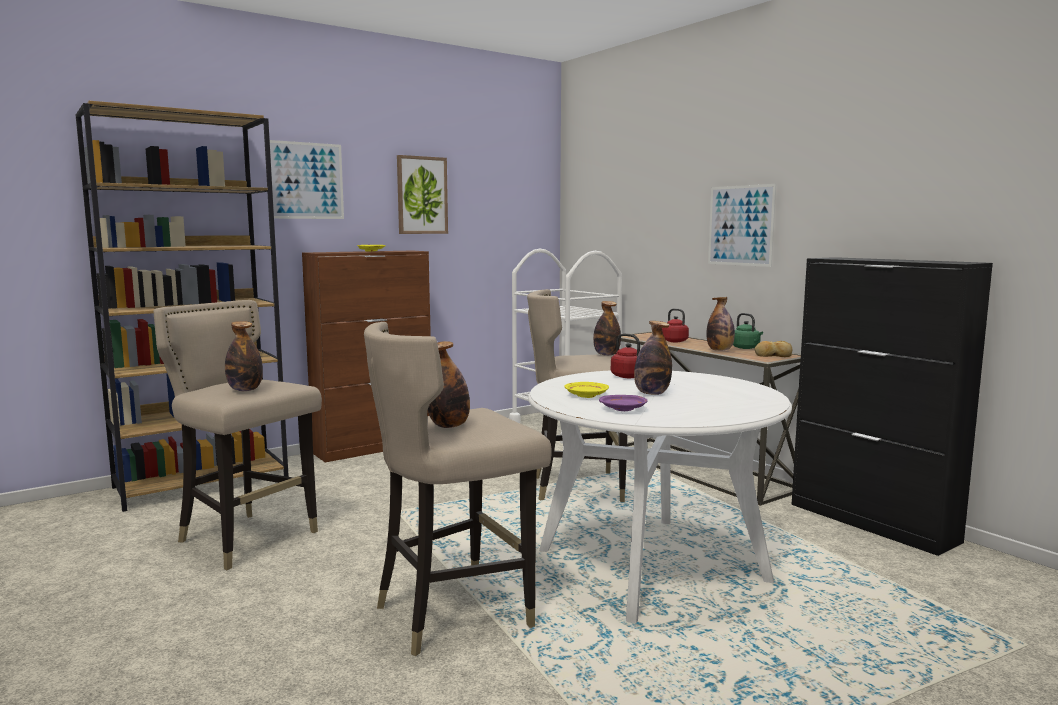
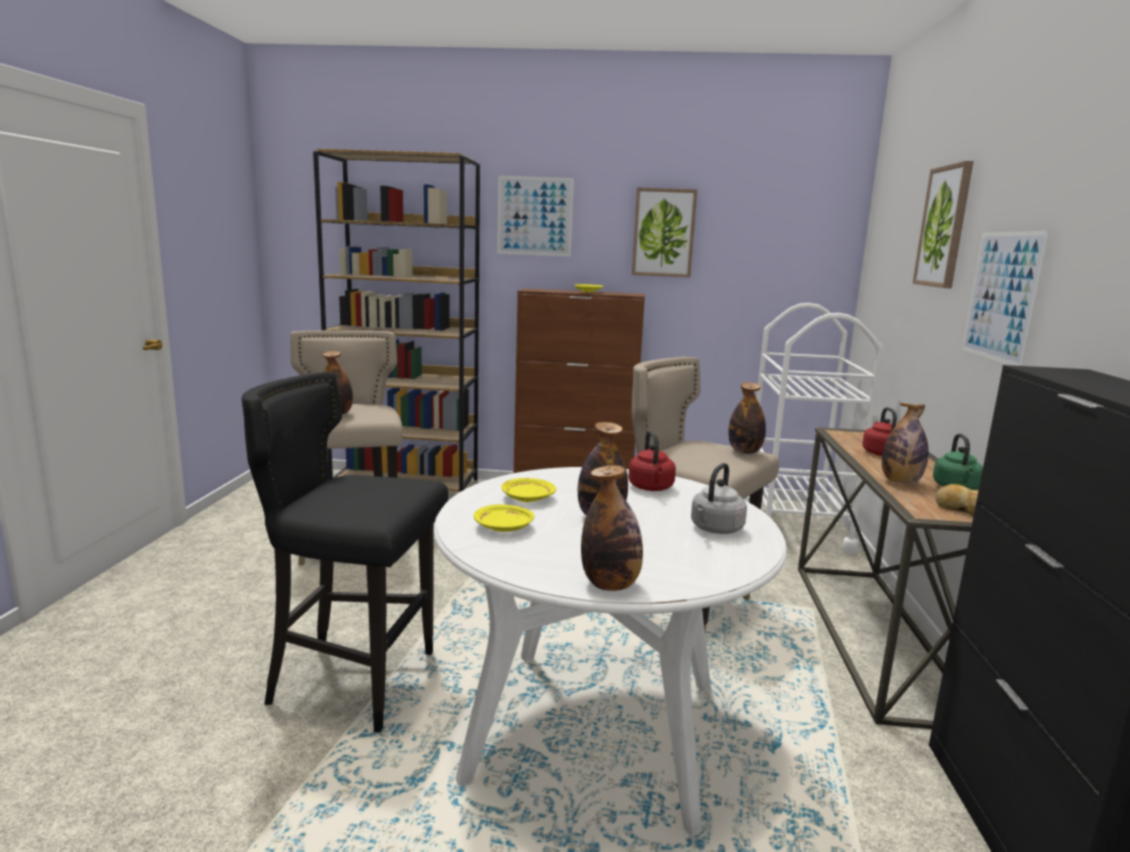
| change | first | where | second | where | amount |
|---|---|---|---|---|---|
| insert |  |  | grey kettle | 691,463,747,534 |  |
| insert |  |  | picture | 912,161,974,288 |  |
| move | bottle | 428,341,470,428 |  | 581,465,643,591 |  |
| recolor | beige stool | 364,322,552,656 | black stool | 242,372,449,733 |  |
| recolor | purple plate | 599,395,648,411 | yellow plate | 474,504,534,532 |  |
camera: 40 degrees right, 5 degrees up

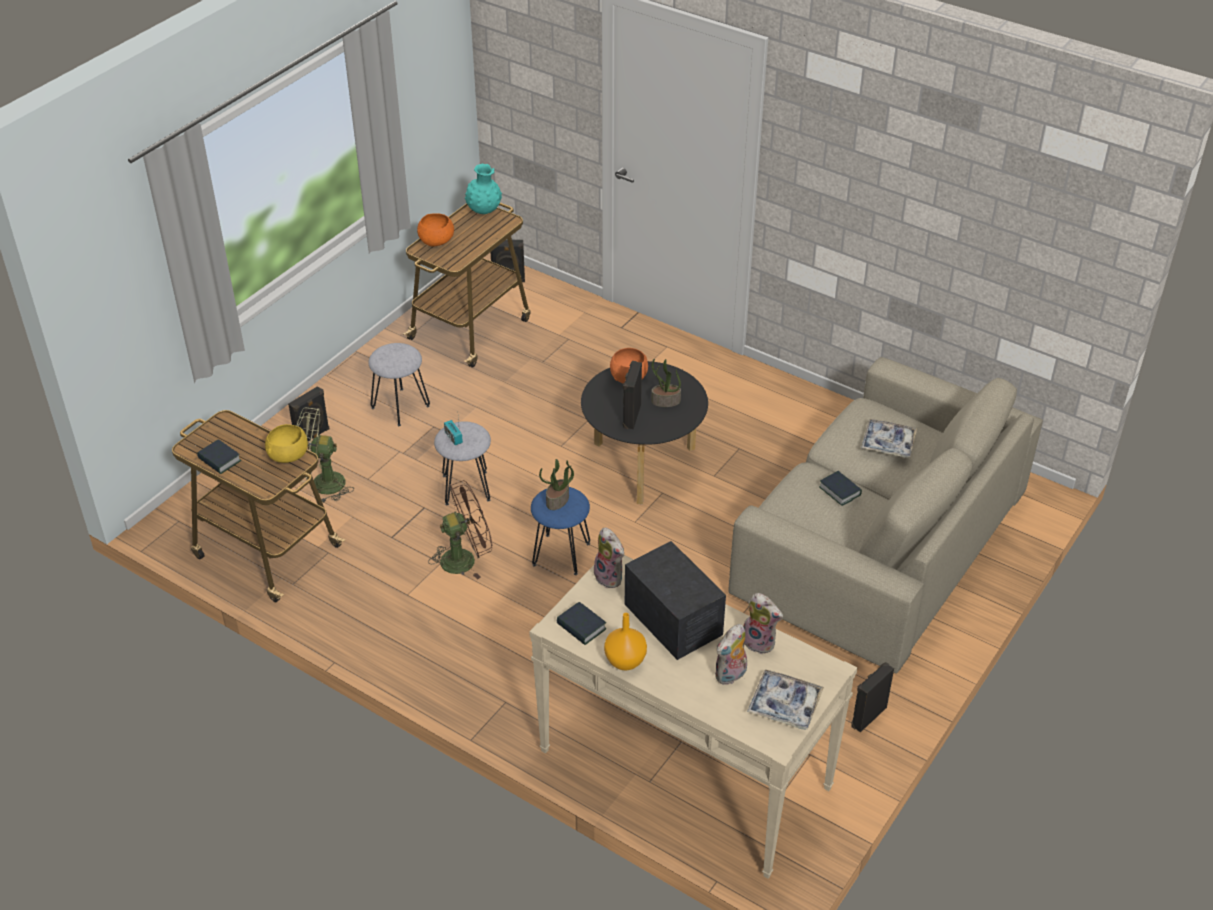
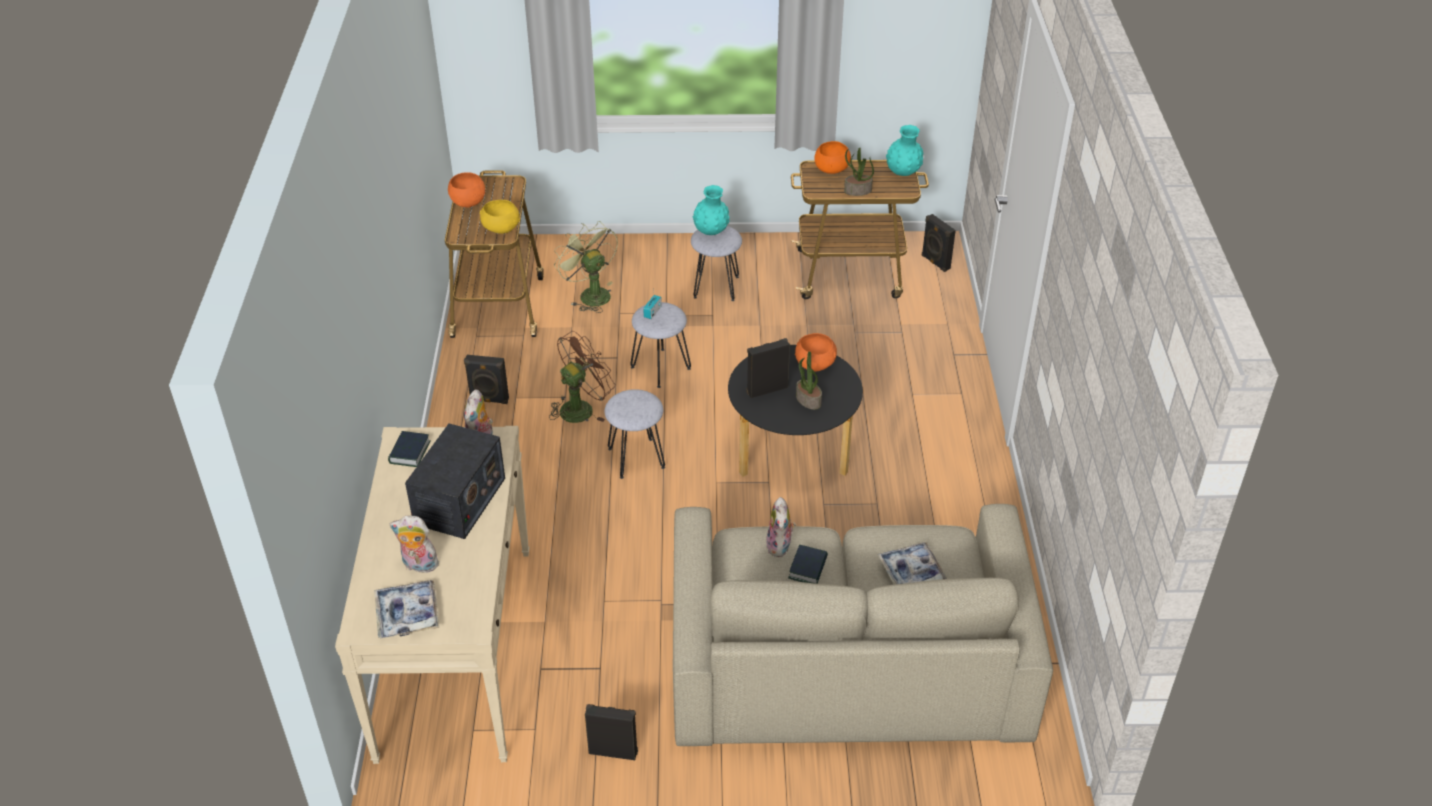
| change | first | where | second | where | amount |
|---|---|---|---|---|---|
| delete | orange vase | 604,613,647,670 |  |  |  |
| insert |  |  | turquoise vase | 693,185,729,235 |  |
| move | black speaker | 288,386,329,441 |  | 464,355,509,404 |  |
| move | potted plant | 539,459,574,510 |  | 844,148,874,196 |  |
| move | plush toy | 743,593,783,654 |  | 766,497,796,557 |  |
| replace | book | 197,439,241,474 | orange bowl | 448,172,485,207 |  |
| recolor | blue stool | 531,487,590,575 | grey stool | 604,389,665,479 |  |
| rotate | brown fan | 428,480,492,579 |  | 549,331,615,423 | 75 degrees counterclockwise |
camera: 55 degrees right, 0 degrees up

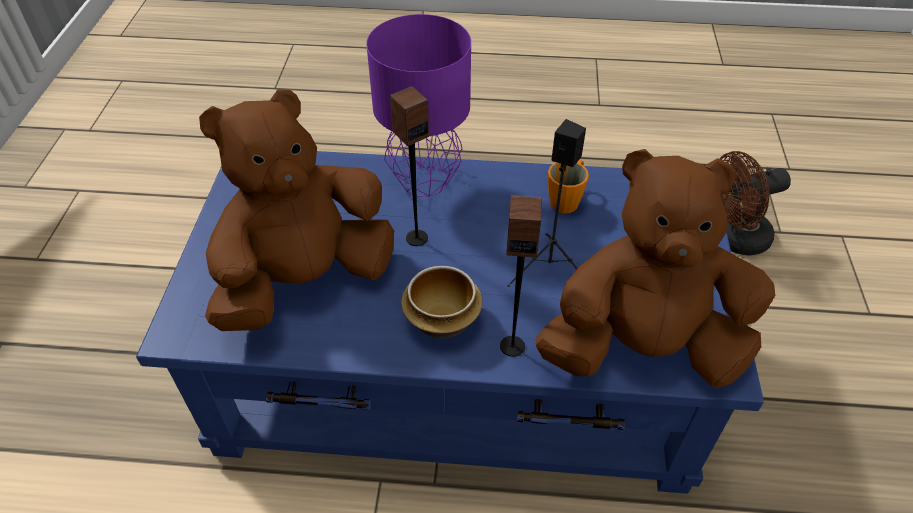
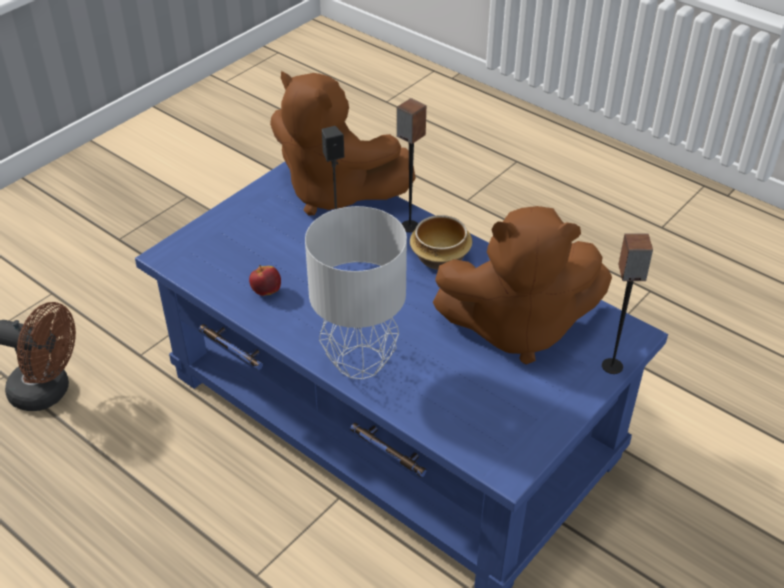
| change | first | where | second | where | amount |
|---|---|---|---|---|---|
| move | speaker | 390,86,429,246 |  | 602,234,653,374 |  |
| replace | orange mug | 548,160,589,213 | apple | 249,265,281,296 |  |
| recolor | purple table lamp | 366,14,471,197 | grey table lamp | 305,206,407,379 |  |
camera: 145 degrees left, 5 degrees down

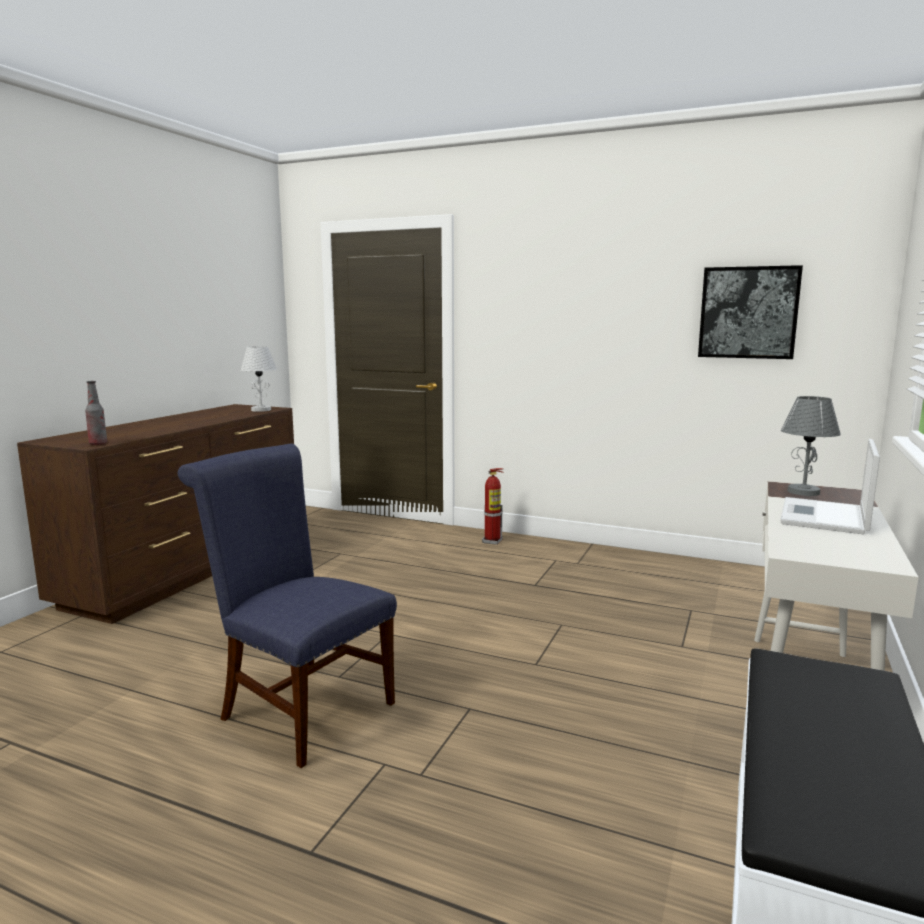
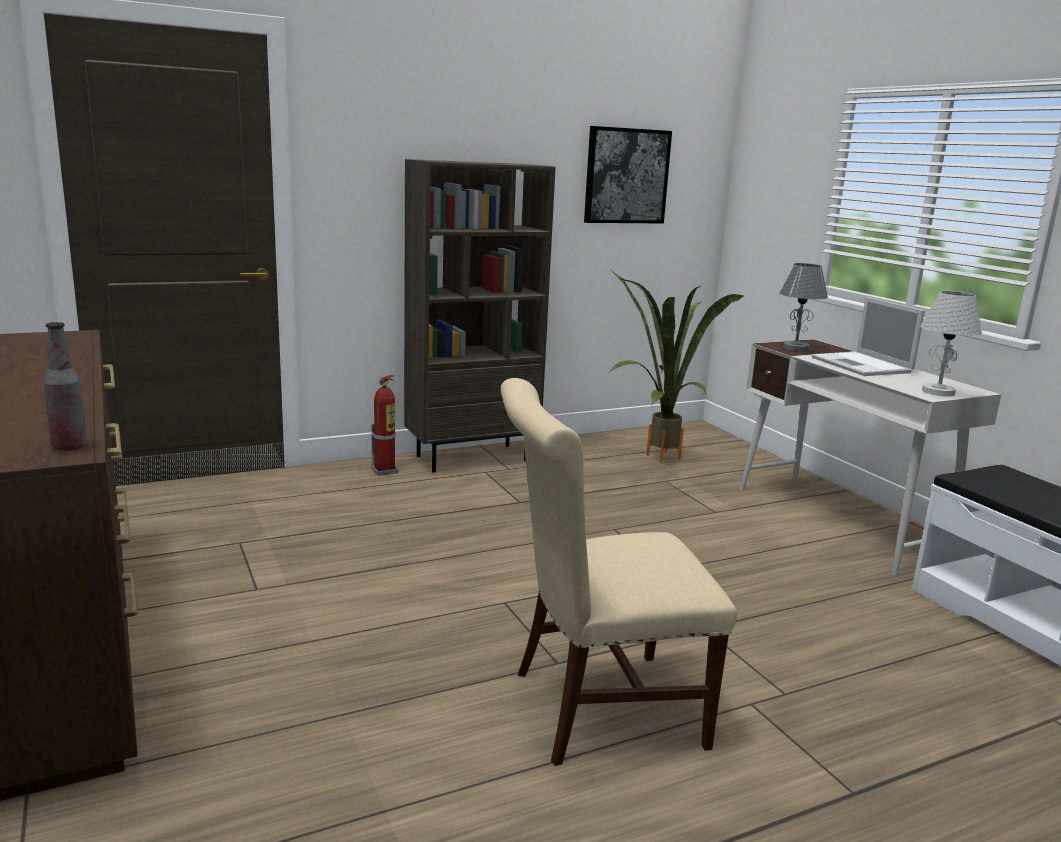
| change | first | where | second | where | amount |
|---|---|---|---|---|---|
| insert |  |  | brown bookcase | 404,159,556,473 |  |
| insert |  |  | potted plant | 609,270,745,463 |  |
| move | white table lamp | 241,346,277,412 |  | 920,291,982,396 |  |
| recolor | blue chair | 178,444,397,768 | beige chair | 500,378,737,766 |  |
camera: 50 degrees left, 5 degrees up

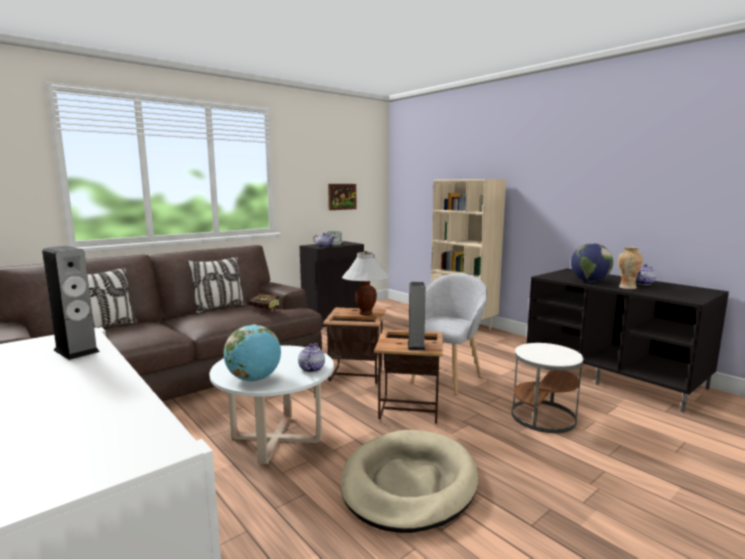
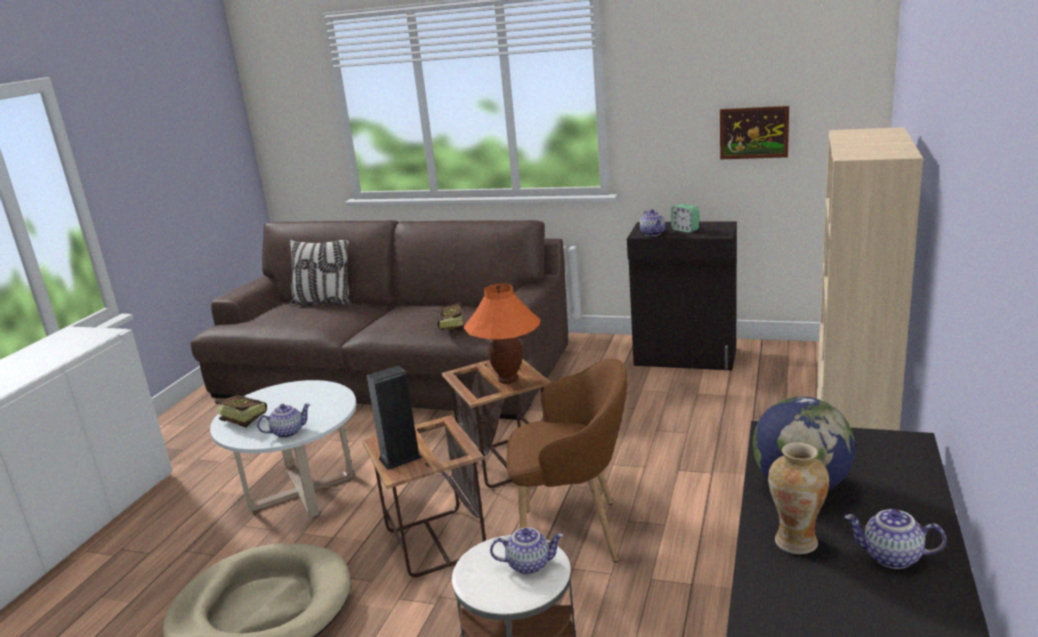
| change | first | where | second | where | amount |
|---|---|---|---|---|---|
| delete | speaker | 42,246,100,360 |  |  |  |
| delete | pillow | 187,257,247,314 |  |  |  |
| insert |  |  | teapot | 490,527,564,575 |  |
| replace | globe | 224,324,281,382 | book | 215,395,267,427 |  |
| recolor | white table lamp | 342,251,390,315 | orange table lamp | 464,284,541,384 |  |
| recolor | grey armchair | 411,273,487,395 | brown armchair | 507,358,627,562 |  |
camera: 60 degrees right, 10 degrees up

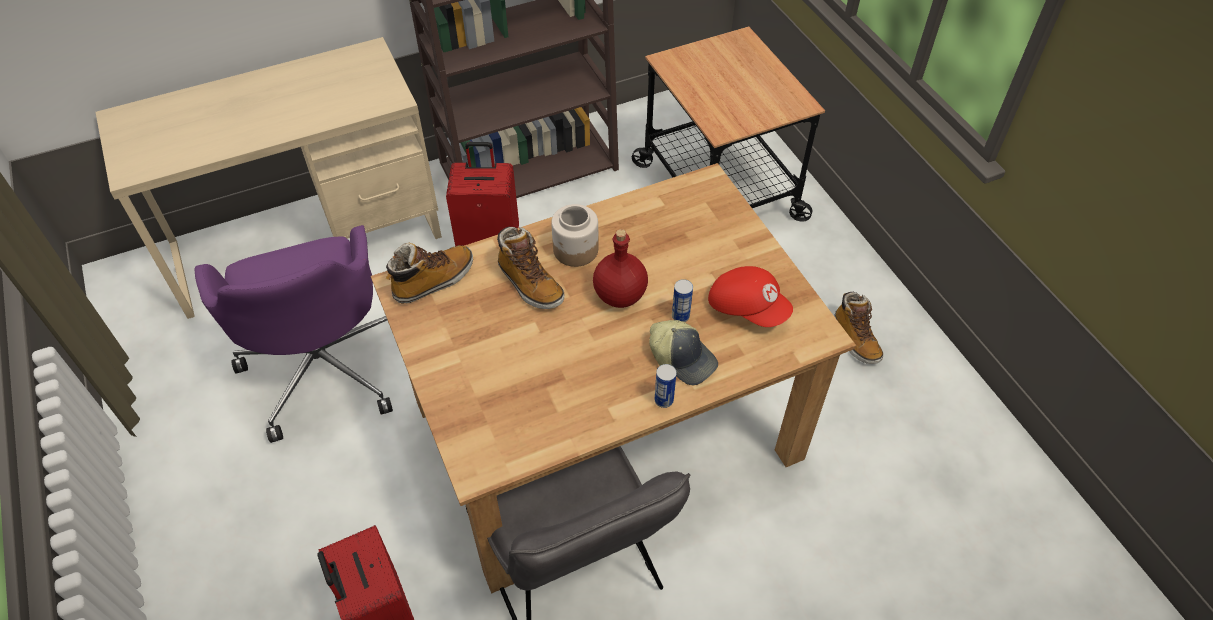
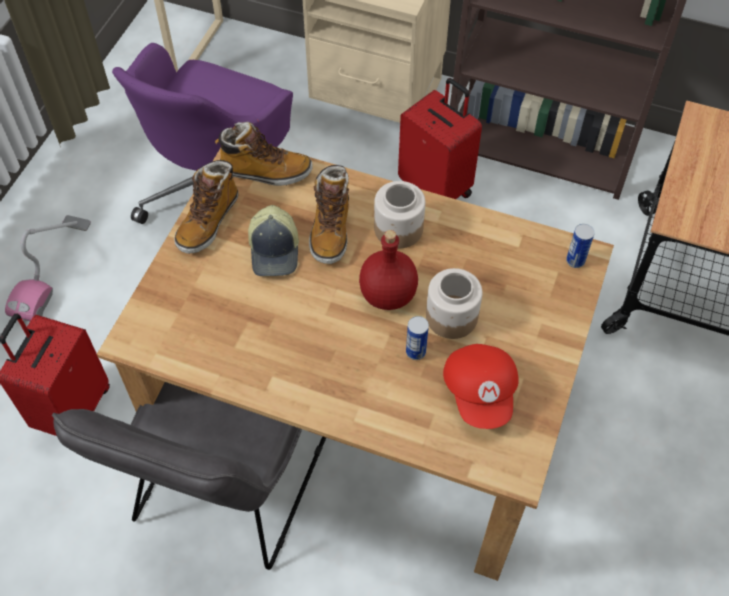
| change | first | where | second | where | amount |
|---|---|---|---|---|---|
| insert |  |  | vacuum cleaner | 5,215,91,321 |  |
| insert |  |  | jar | 426,268,482,339 |  |
| move | cap | 649,320,718,385 |  | 248,205,299,276 |  |
| move | can | 654,364,677,408 |  | 566,224,595,268 |  |
| move | boot | 835,292,883,364 |  | 174,160,239,254 |  |
camera: 45 degrees right, 5 degrees up

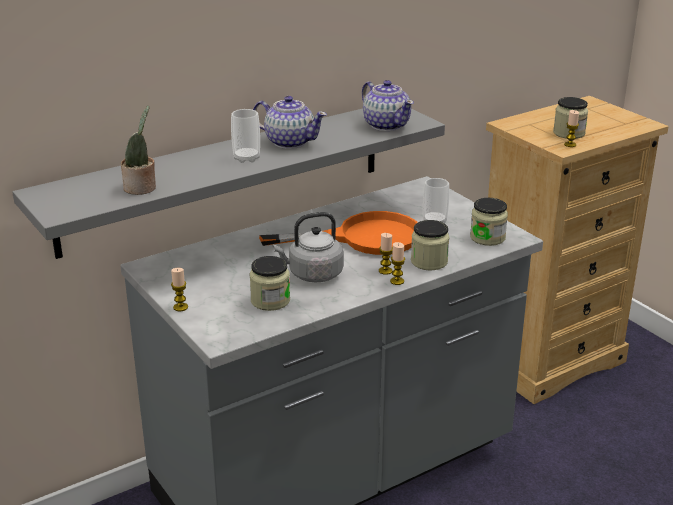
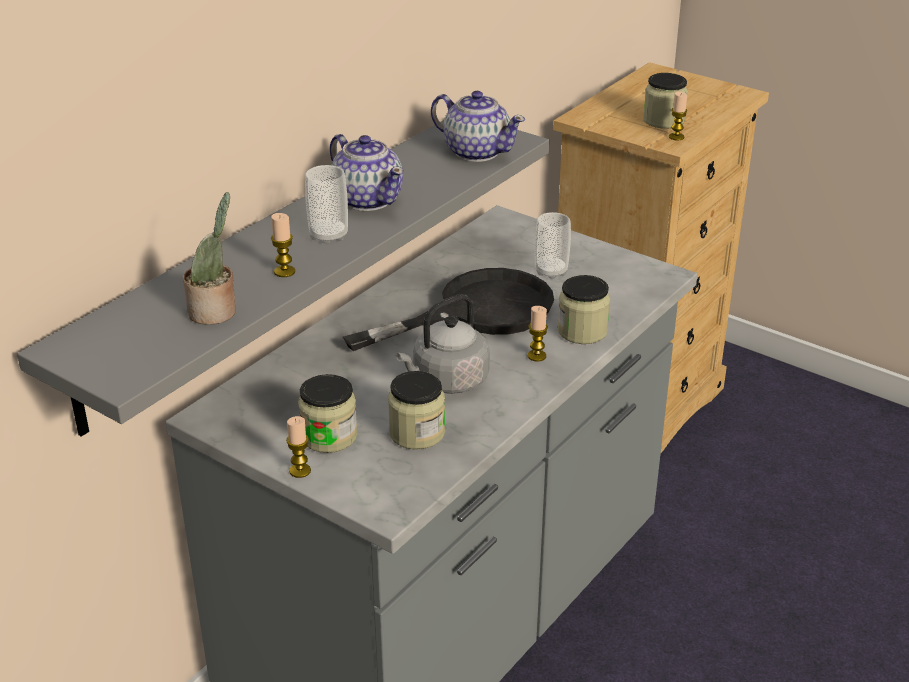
| change | first | where | second | where | amount |
|---|---|---|---|---|---|
| move | candle | 390,242,405,285 |  | 271,213,295,277 |  |
| move | jar | 470,198,508,246 |  | 298,374,357,453 |  |
| recolor | orange frying pan | 259,211,418,255 | black frying pan | 343,268,554,351 |  |
| rotate | teapot | 253,96,327,149 |  | 330,134,404,211 | 45 degrees clockwise |
camera: 20 degrees left, 5 degrees up

